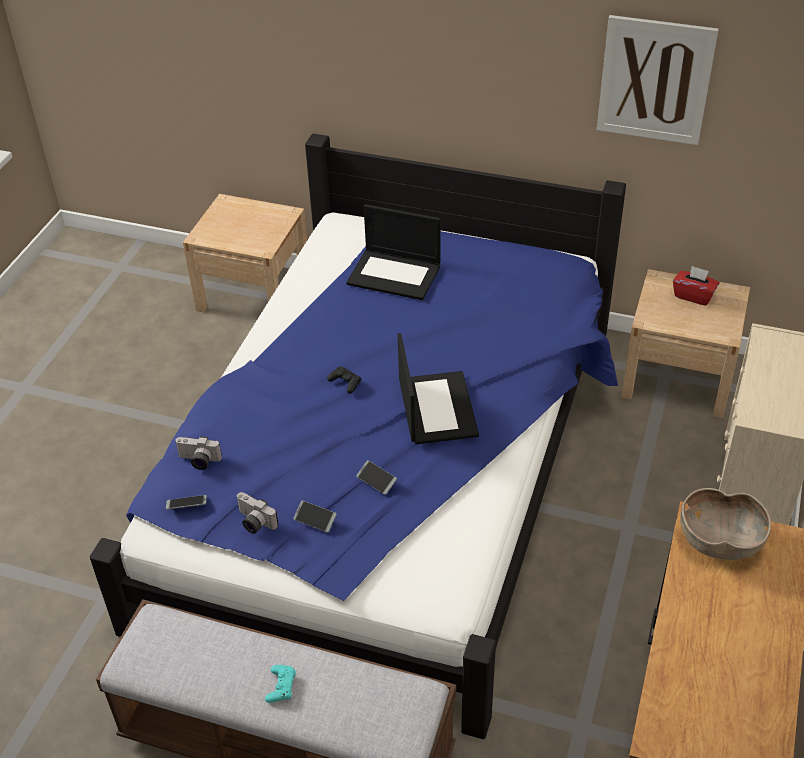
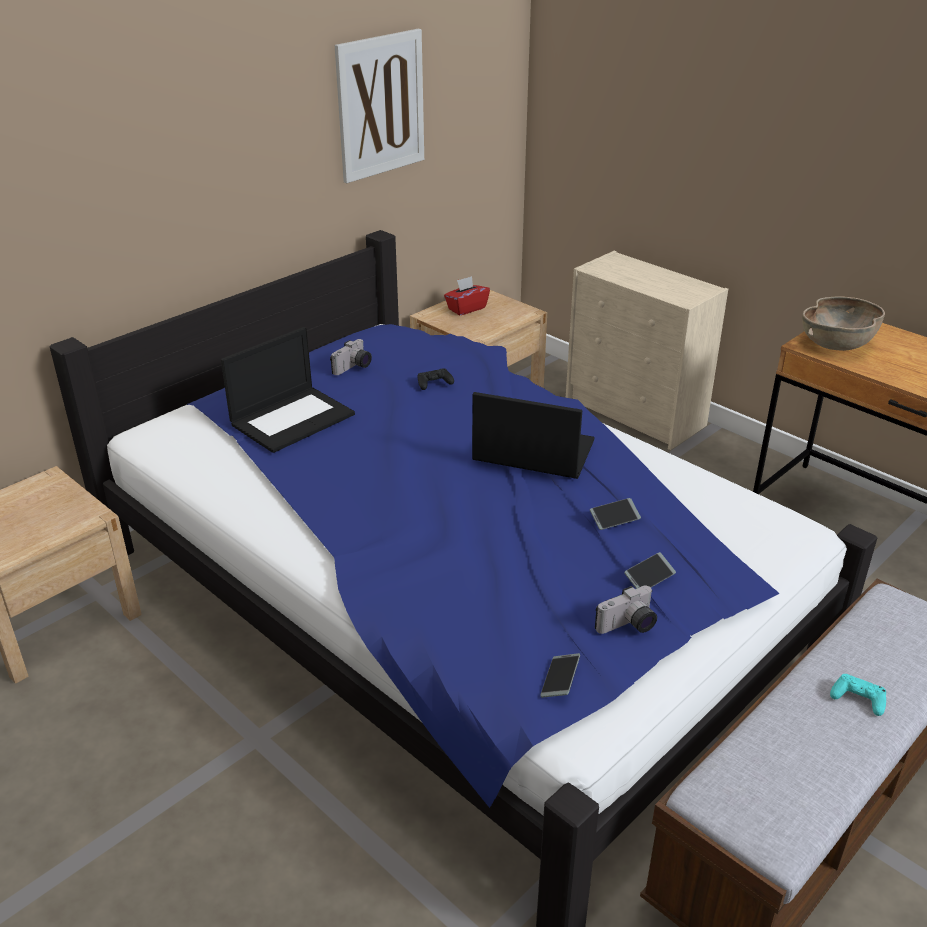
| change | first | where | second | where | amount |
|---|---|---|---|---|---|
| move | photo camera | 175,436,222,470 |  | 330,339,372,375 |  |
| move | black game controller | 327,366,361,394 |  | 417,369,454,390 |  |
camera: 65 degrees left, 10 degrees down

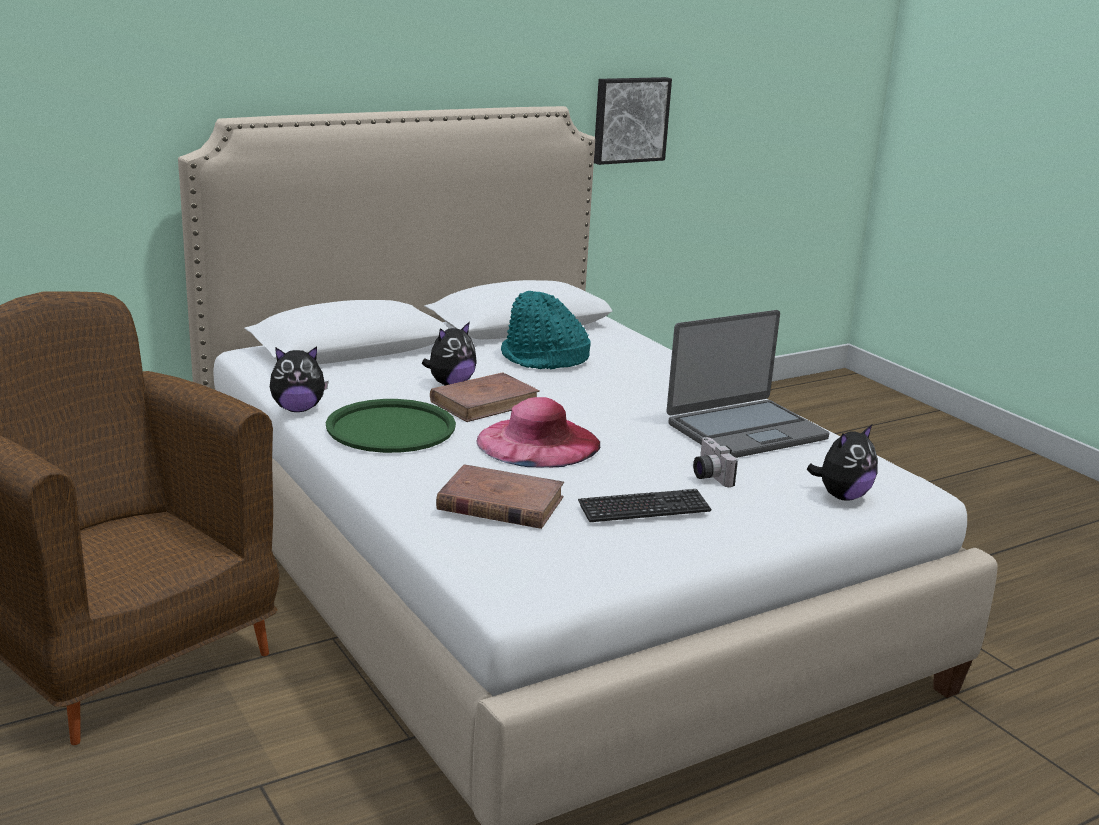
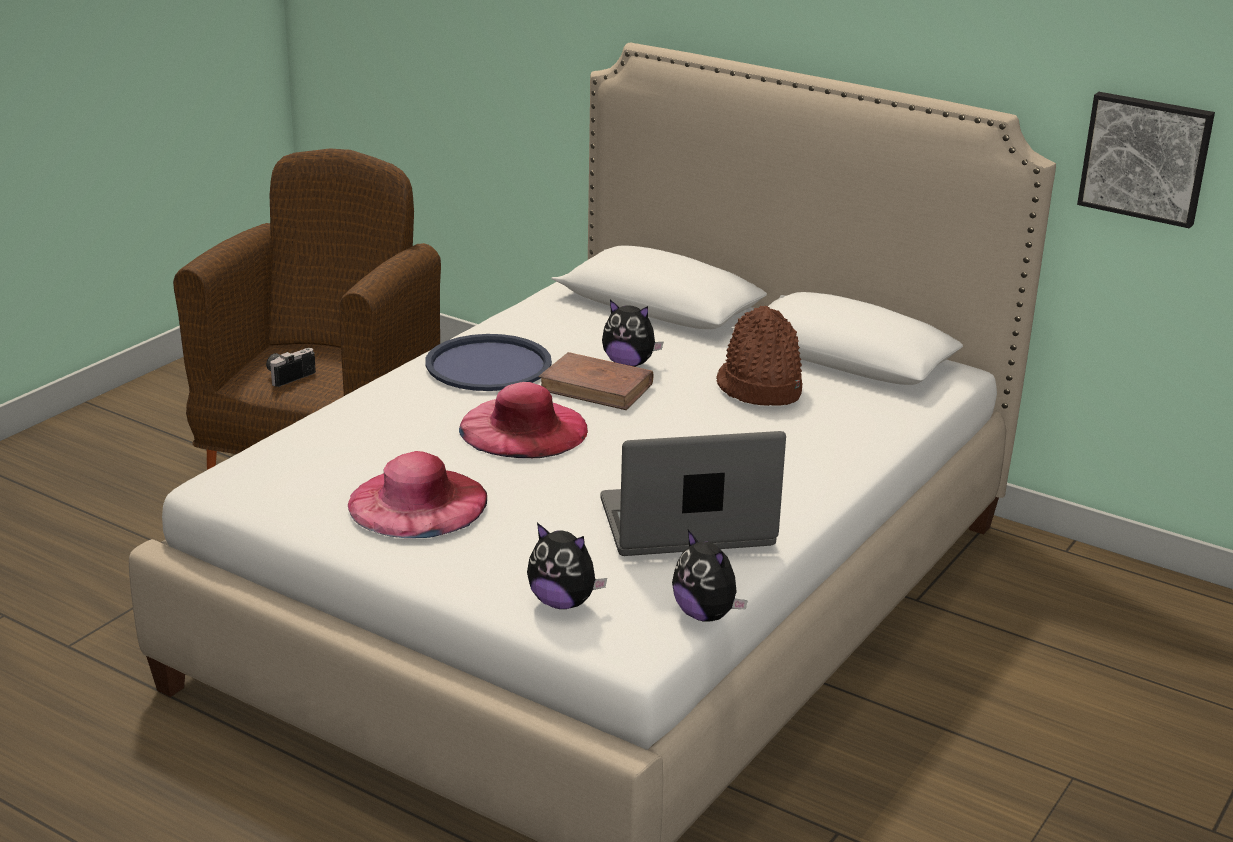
| change | first | where | second | where | amount |
|---|---|---|---|---|---|
| delete | brown book | 436,464,564,529 |  |  |  |
| move | plush toy | 270,346,329,412 |  | 672,530,748,622 |  |
| move | photo camera | 693,437,738,487 |  | 266,348,316,387 |  |
| replace | keyboard | 578,489,711,522 | pink hat | 348,451,487,538 |  |
| recolor | green tray | 326,399,456,453 | blue tray | 425,334,552,391 |  |
| recolor | turquoise hat | 501,291,591,369 | brown hat | 716,306,803,406 |  |
| rotate | laptop | 667,310,829,458 |  | 600,431,786,556 | 135 degrees clockwise |
camera: 65 degrees right, 5 degrees up

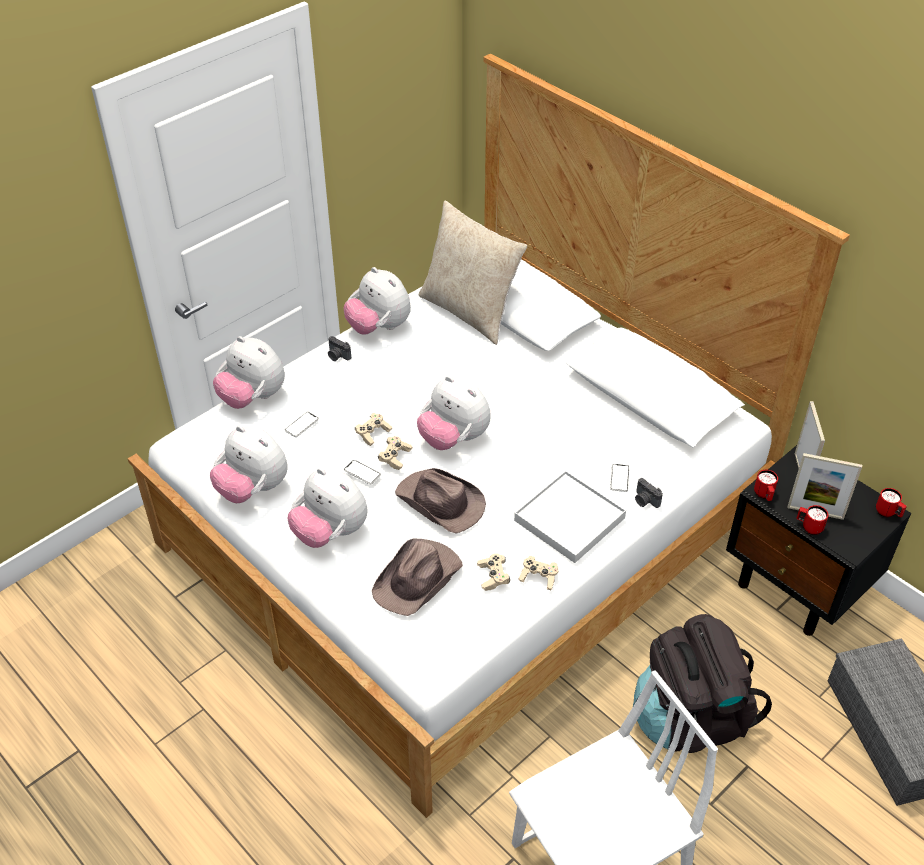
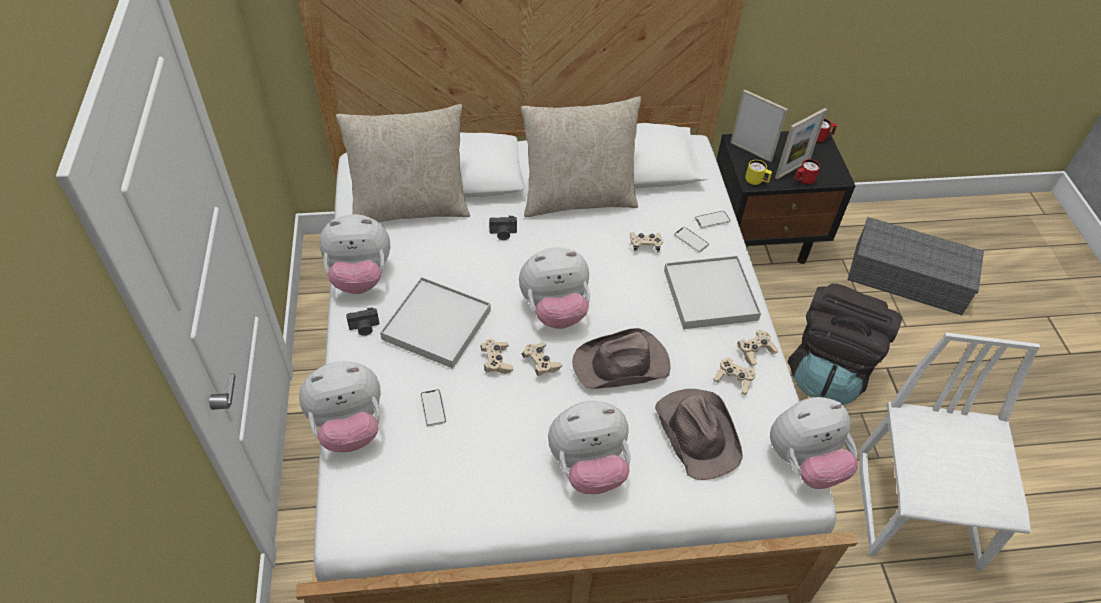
| change | first | where | second | where | amount |
|---|---|---|---|---|---|
| insert |  |  | white tray | 380,277,491,369 |  |
| insert |  |  | beige pillow | 521,96,641,217 |  |
| insert |  |  | beige game controller | 630,232,663,252 |  |
| move | plush toy | 210,426,288,503 |  | 770,397,858,489 |  |
| move | phone | 344,460,381,484 |  | 695,211,731,228 |  |
| move | photo camera | 635,478,663,508 |  | 489,216,517,240 |  |
| recolor | red mug | 754,470,778,501 | yellow mug | 745,160,772,186 |  |
camera: 55 degrees left, 5 degrees up

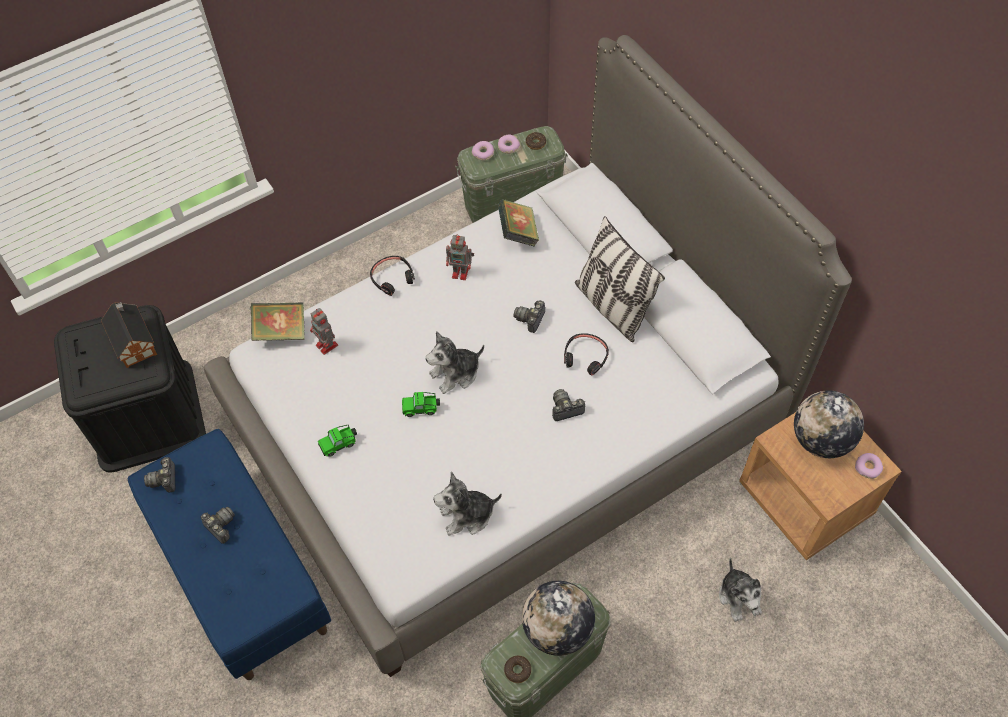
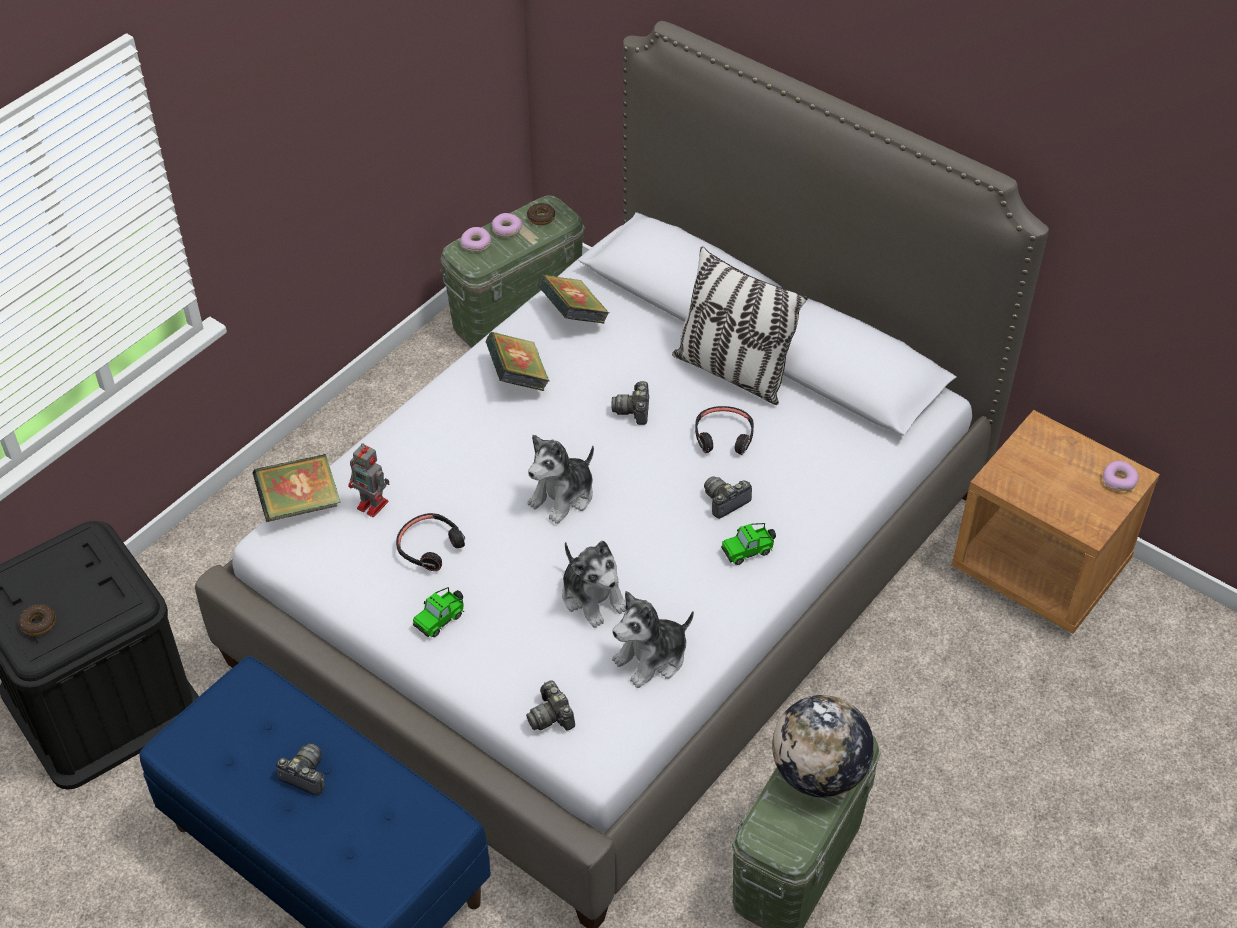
| change | first | where | second | where | amount |
|---|---|---|---|---|---|
| delete | toy house | 101,302,157,368 |  |  |  |
| delete | globe | 794,391,864,458 |  |  |  |
| move | photo camera | 144,457,175,493 |  | 526,680,575,730 |  |
| move | black headphones | 370,256,415,296 |  | 396,513,465,571 |  |
| move | toy car | 402,392,440,417 |  | 721,523,776,565 |  |
| move | donut | 504,656,531,683 |  | 18,604,56,636 |  |
| move | plush toy | 719,558,762,622 |  | 562,541,626,628 |  |
| replace | toy robot | 446,234,474,280 | book | 485,332,549,391 |  |
camera: 20 degrees left, 10 degrees down

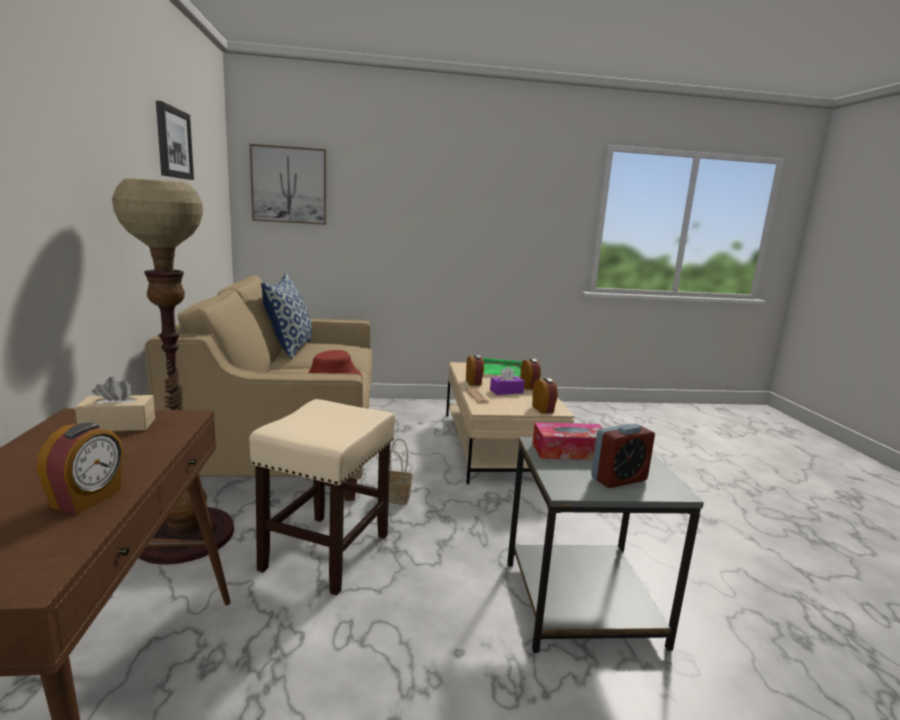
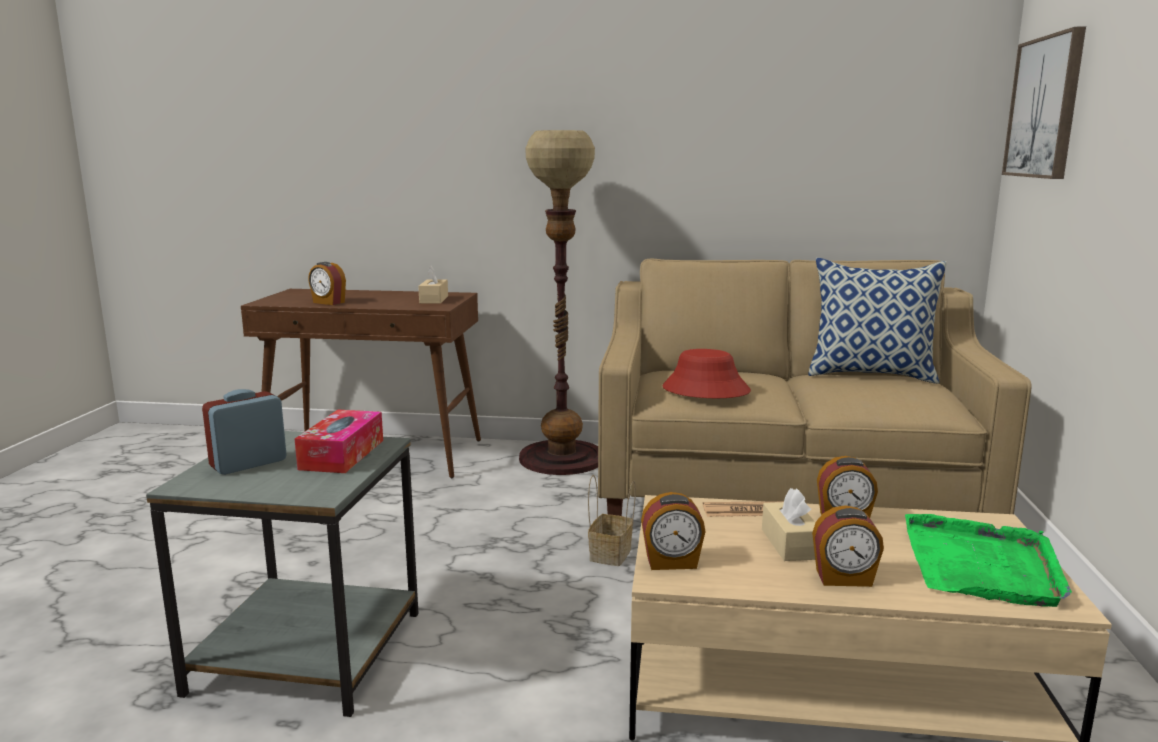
| change | first | where | second | where | amount |
|---|---|---|---|---|---|
| delete | picture | 156,101,194,180 |  |  |  |
| delete | beige stool | 249,399,395,595 |  |  |  |
| recolor | purple tissue box | 490,367,525,395 | beige tissue box | 762,488,815,561 |  |
| rotate | alarm clock | 591,423,655,488 |  | 202,389,287,475 | 60 degrees clockwise |
camera: 105 degrees right, 0 degrees up

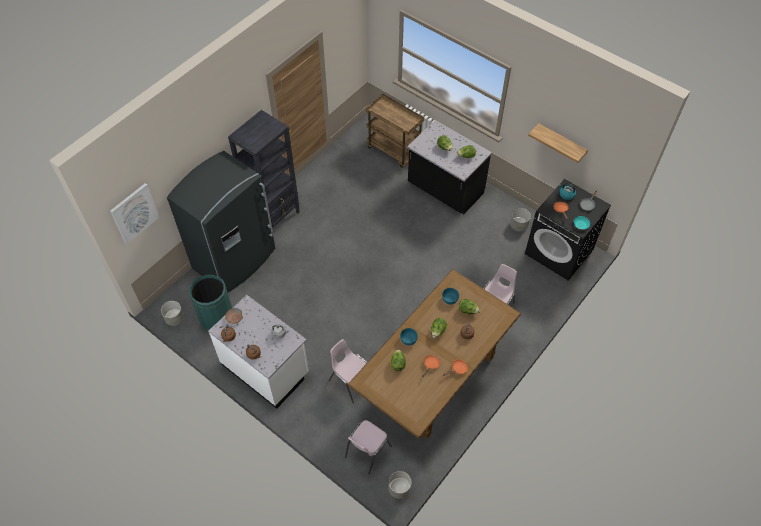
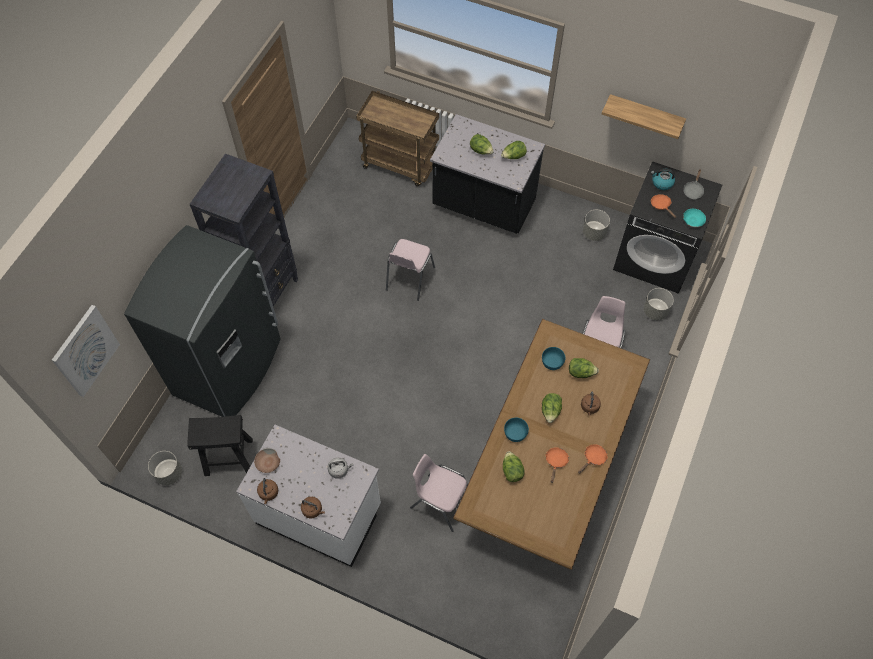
| change | first | where | second | where | amount |
|---|---|---|---|---|---|
| move | pink chair | 345,420,392,475 |  | 386,239,435,301 |  |
| move | grey planter | 389,471,412,499 |  | 643,288,674,320 |  |
| replace | green trash can | 189,275,232,331 | black stool | 187,415,253,476 |  |
camera: 15 degrees left, 5 degrees up

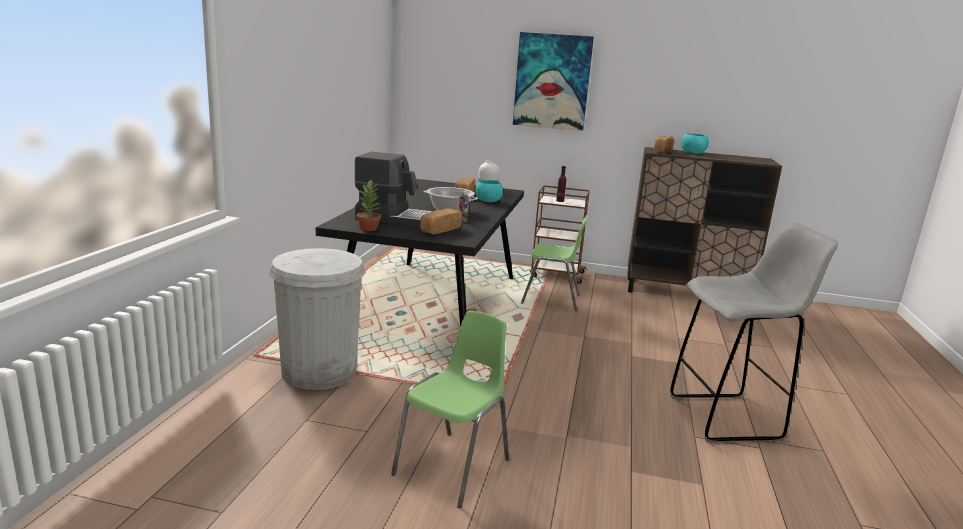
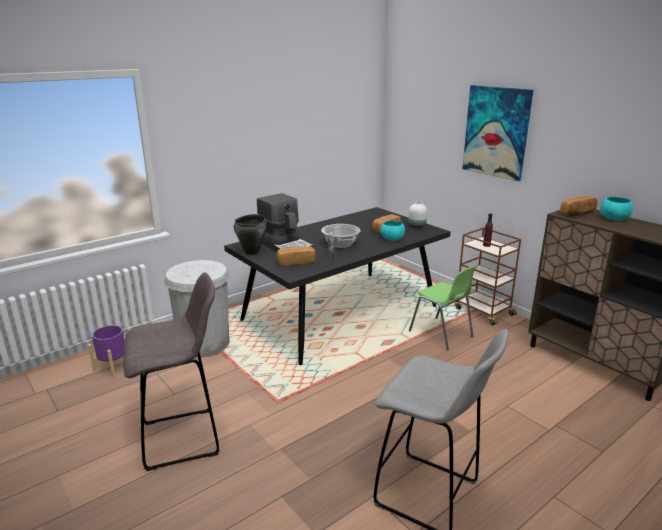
| change | first | where | second | where | amount |
|---|---|---|---|---|---|
| insert |  |  | purple planter | 88,325,125,378 |  |
| replace | potted plant | 357,180,381,231 | black cooking pot | 234,214,267,255 |  |
| replace | green chair | 391,311,509,508 | grey stool | 123,272,219,471 |  |
camera: 40 degrees right, 5 degrees up

